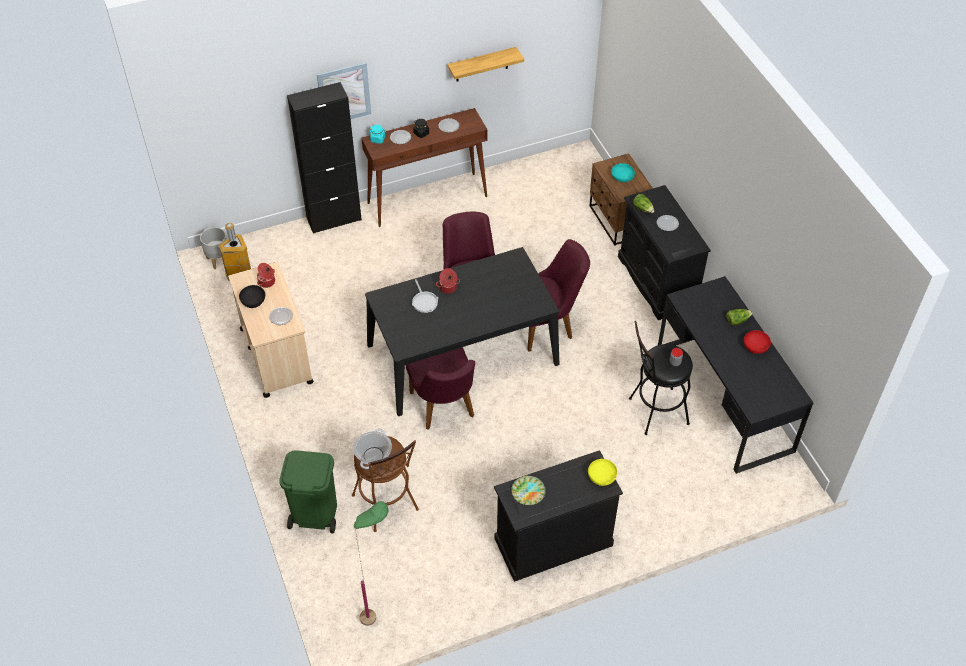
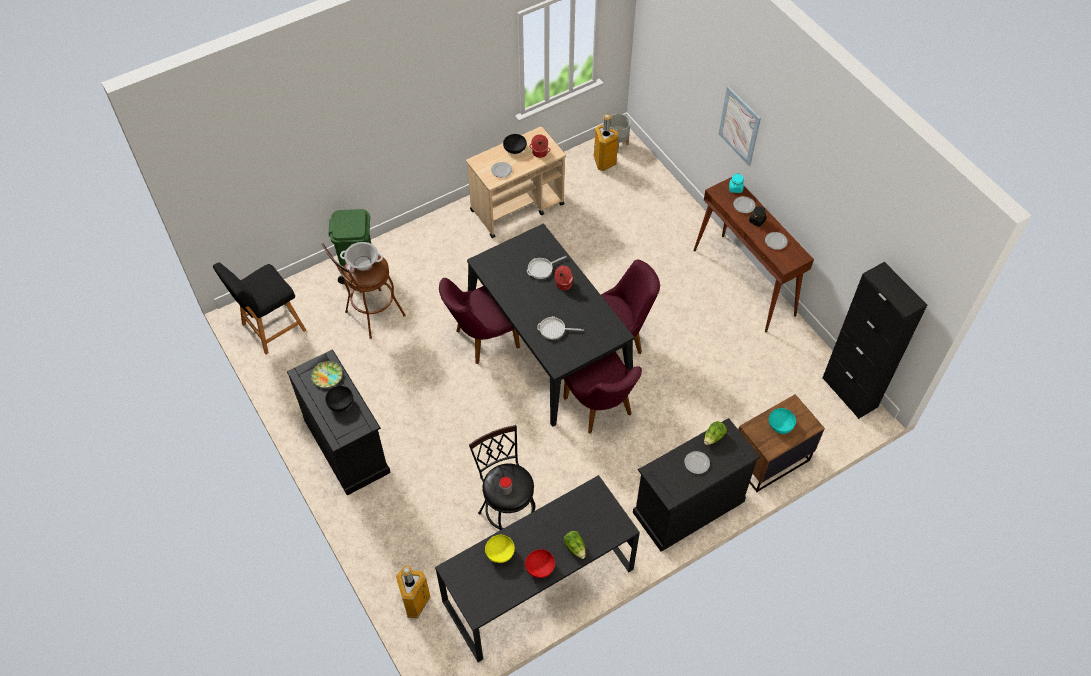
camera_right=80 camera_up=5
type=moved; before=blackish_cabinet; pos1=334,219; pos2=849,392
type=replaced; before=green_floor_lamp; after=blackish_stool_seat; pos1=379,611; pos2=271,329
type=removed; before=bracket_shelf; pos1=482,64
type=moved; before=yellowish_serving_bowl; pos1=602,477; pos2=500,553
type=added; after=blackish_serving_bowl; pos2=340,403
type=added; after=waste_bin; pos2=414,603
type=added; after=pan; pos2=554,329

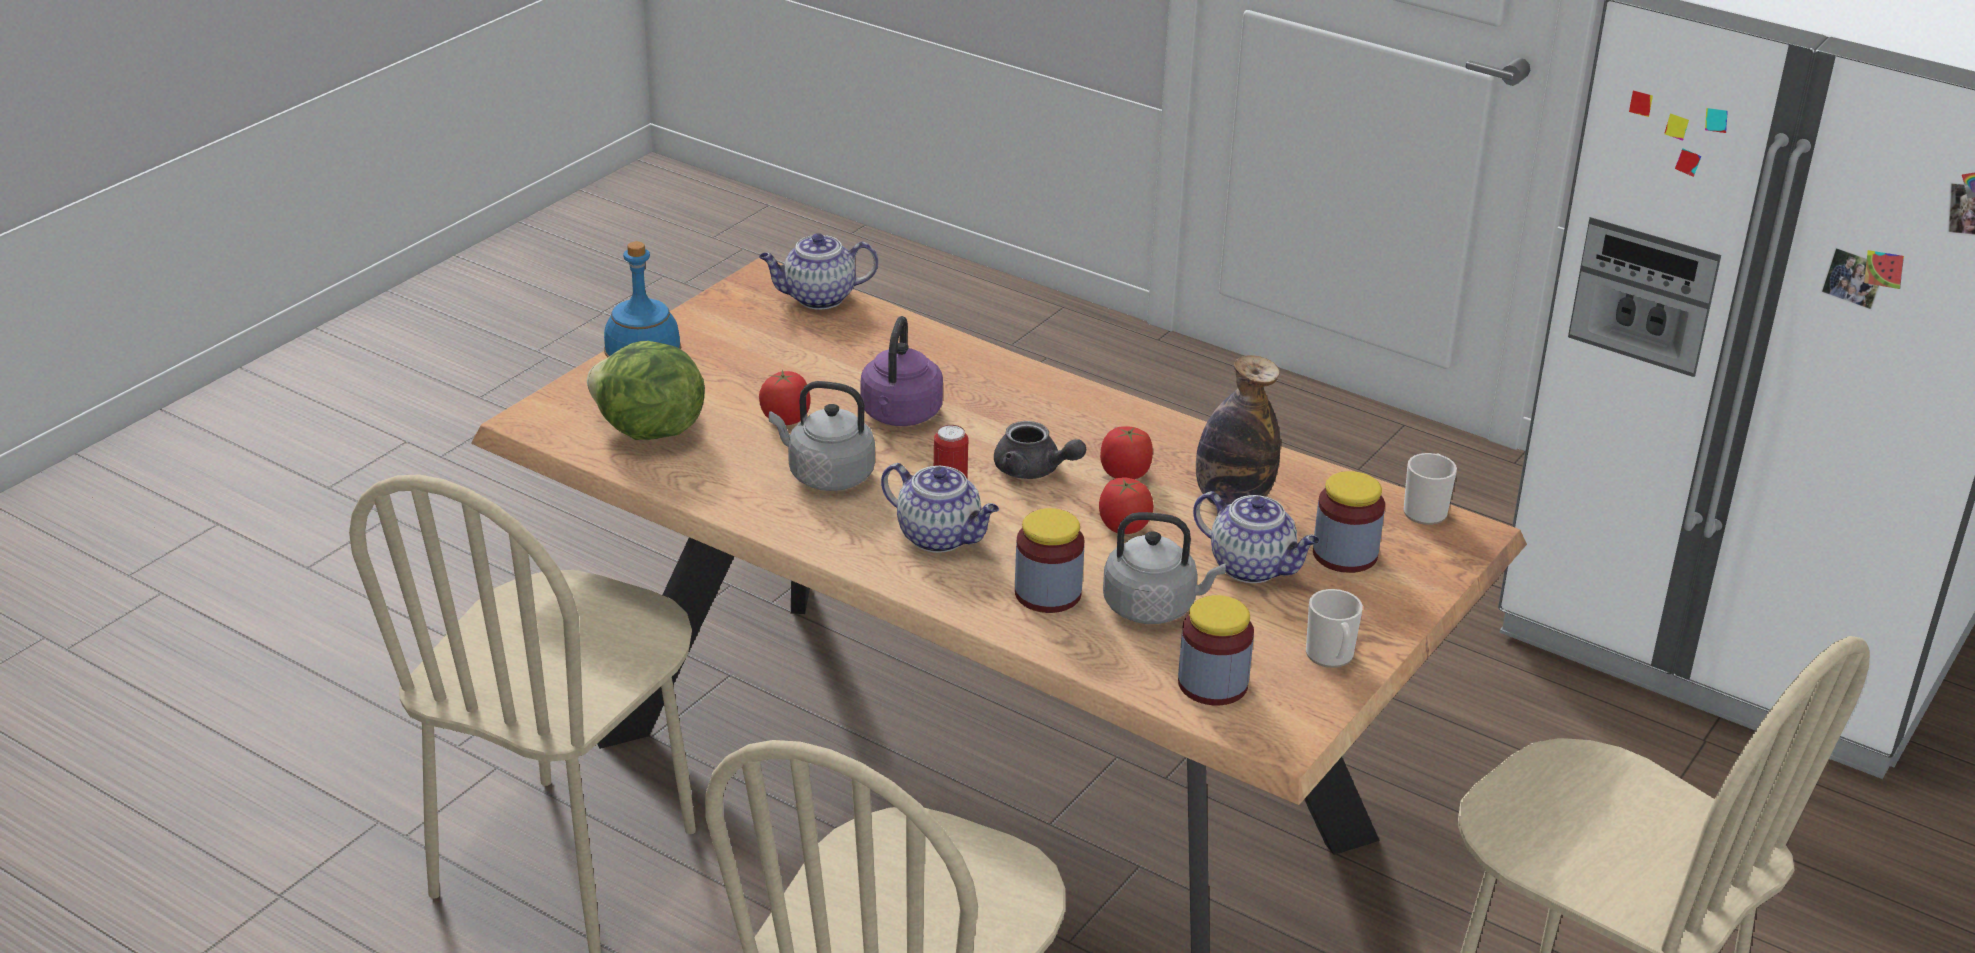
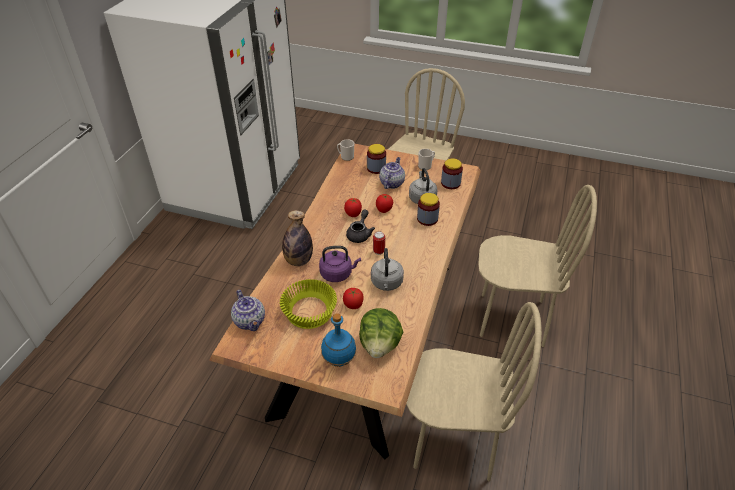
camera_right=-105 camera_up=10
type=removed; before=pot_for_tea; pos1=941,537
type=moved; before=bottle; pos1=1232,500; pos2=298,261
type=added; after=yellowish_serving_bowl; pos2=310,311

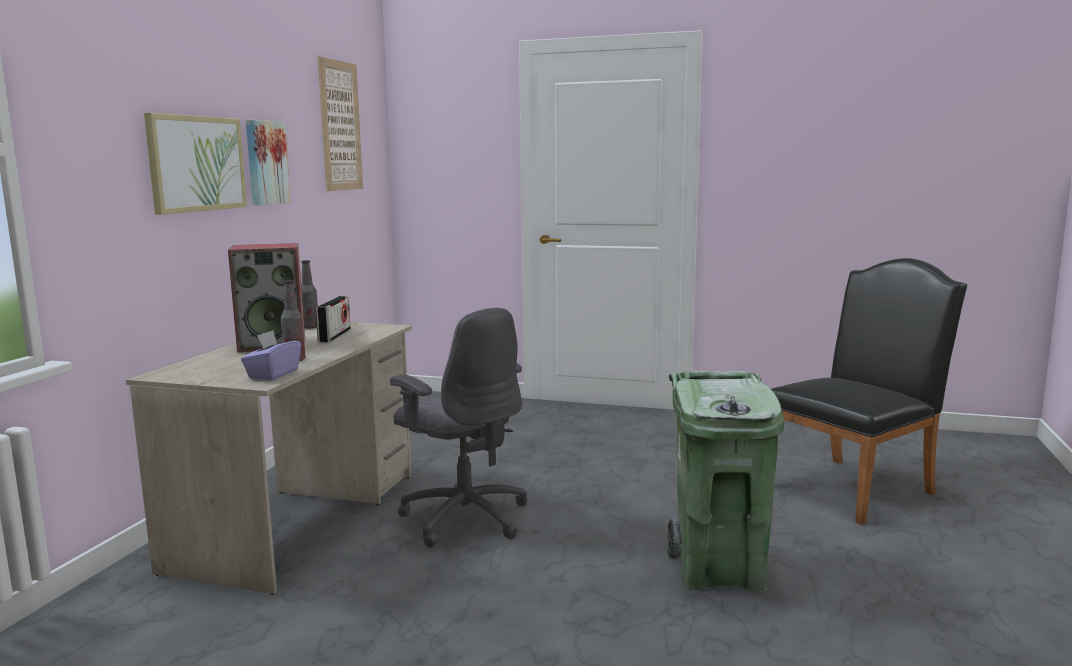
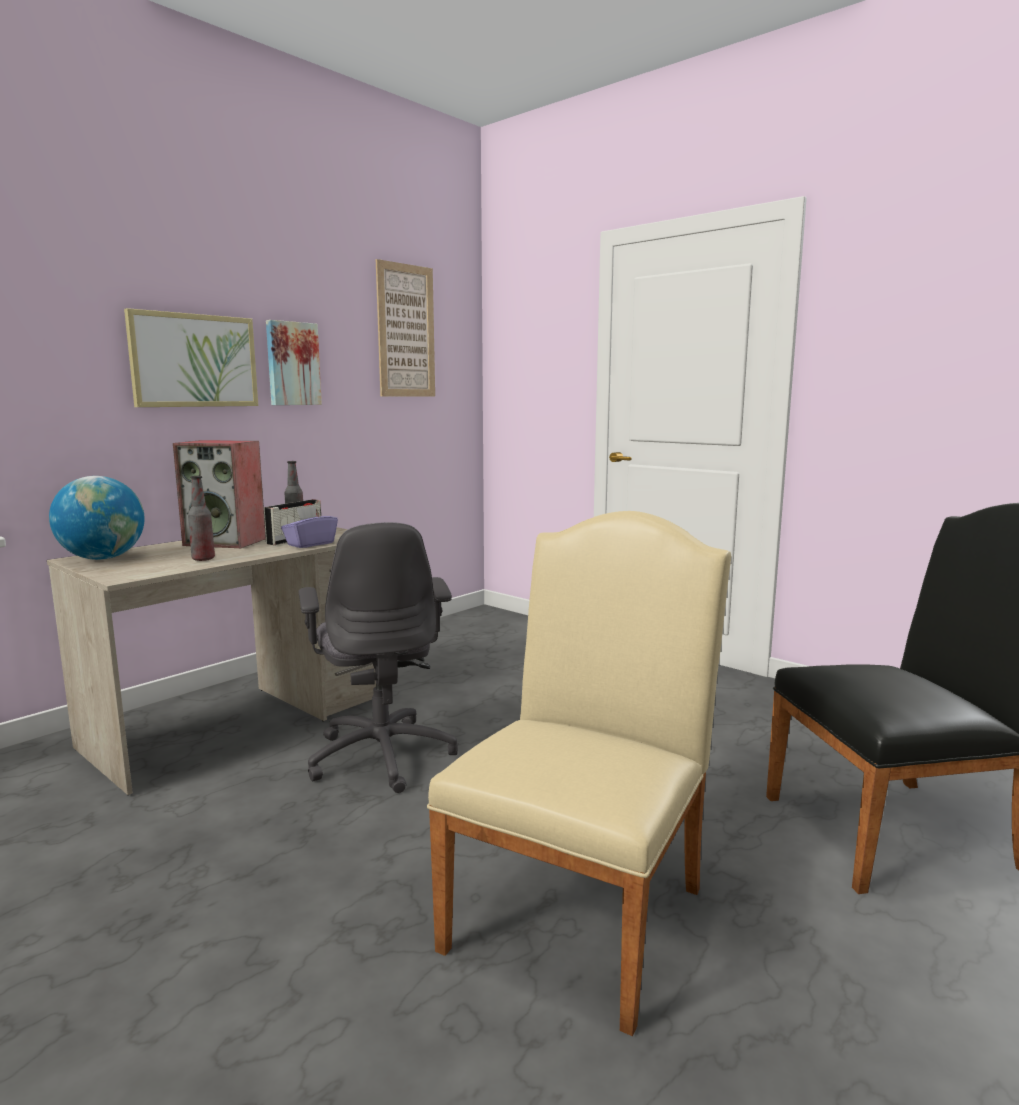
camera_right=25 camera_up=0
type=moved; before=purple-coloured_box_of_tissues; pos1=273,374; pos2=310,544
type=replaced; before=green_waste_bin; after=beige_upright_chair; pos1=720,571; pos2=584,906
type=added; after=globe; pos2=102,558

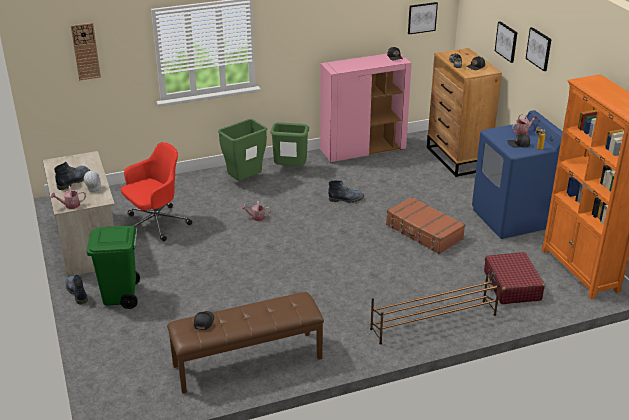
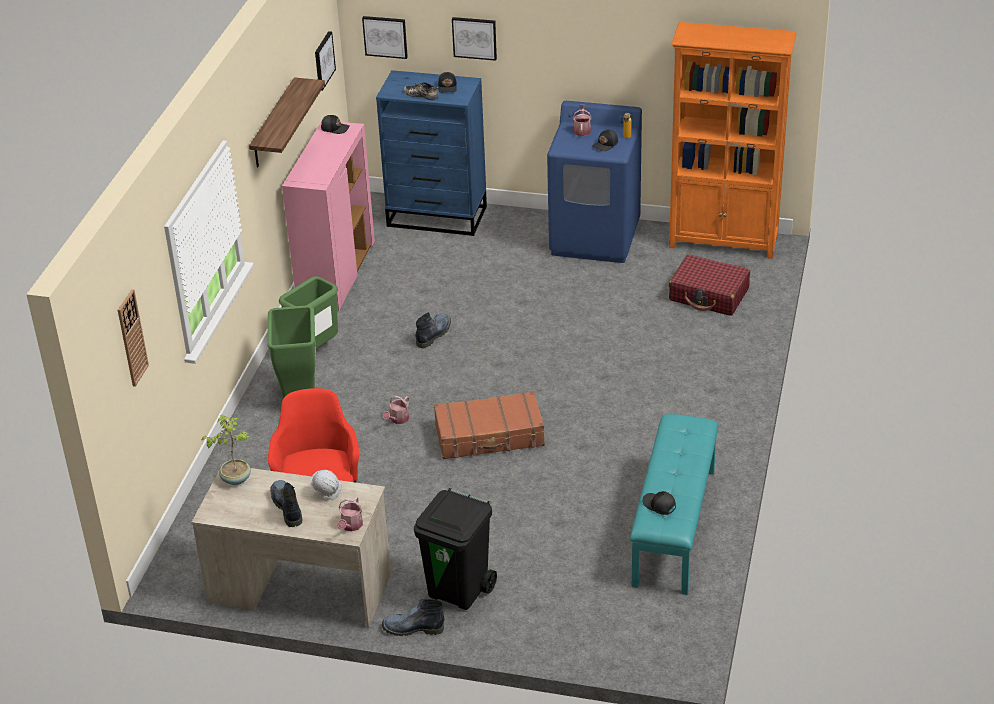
camera_right=-55 camera_up=5
type=recoloured; before=green_waste_bin; after=blackish_waste_bin; pos1=121,296; pos2=459,591
type=recoloured; before=brownish_indoor_bench; after=blue-green_indoor_bench; pos1=248,362; pos2=675,527
type=removed; before=brownish_shoe_rack; pos1=433,322
type=moved; before=brownish_piece_of_luggage; pos1=424,232; pos2=490,436
type=recoloured; before=brownish_chest_of_drawers; after=bluish_chest_of_drawers; pos1=457,159; pos2=438,217
type=moved; before=wall_art; pos1=539,49; pos2=385,36
type=added; after=potted_plant; pos2=235,479
type=added; after=bracket_shelf; pos2=273,124

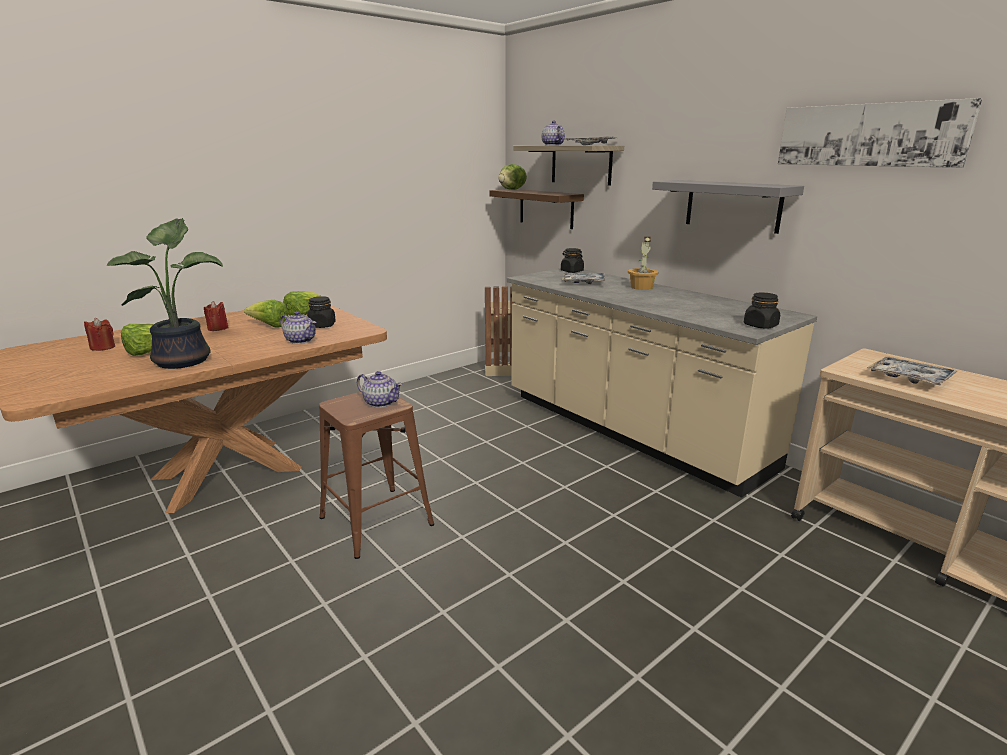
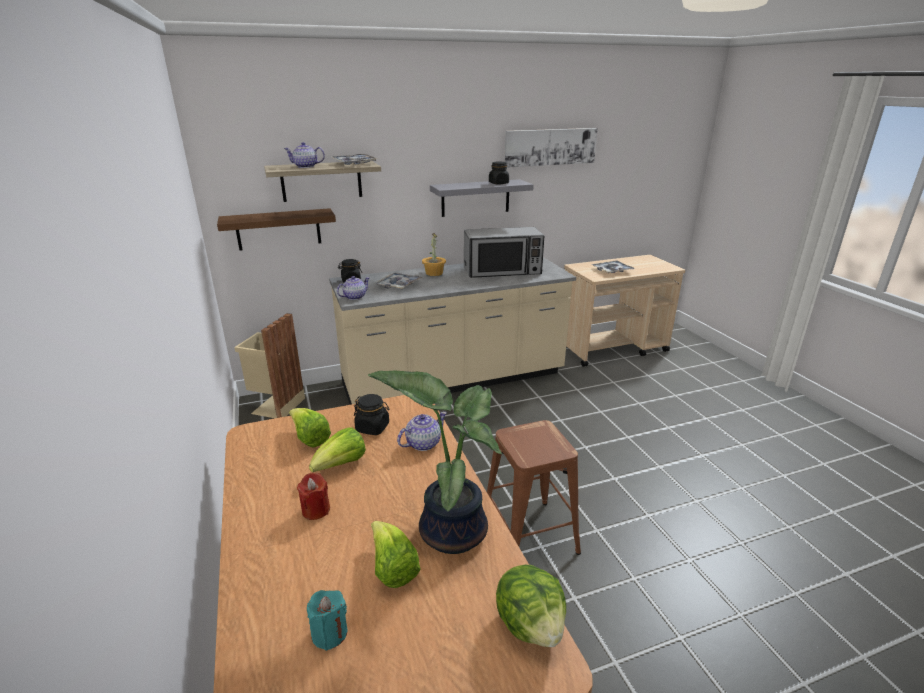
camera_right=-70 camera_up=5
type=recoloured; before=reddish_wax_light; after=blue-green_wax_light; pos1=103,347; pos2=329,633
type=moved; before=pot_for_tea; pos1=380,402; pos2=354,297
type=moved; before=lettuce_head; pos1=512,189; pos2=531,624
type=moved; before=blackish_preserve_jar; pos1=760,326; pos2=498,183
type=added; after=microwave; pos2=502,271

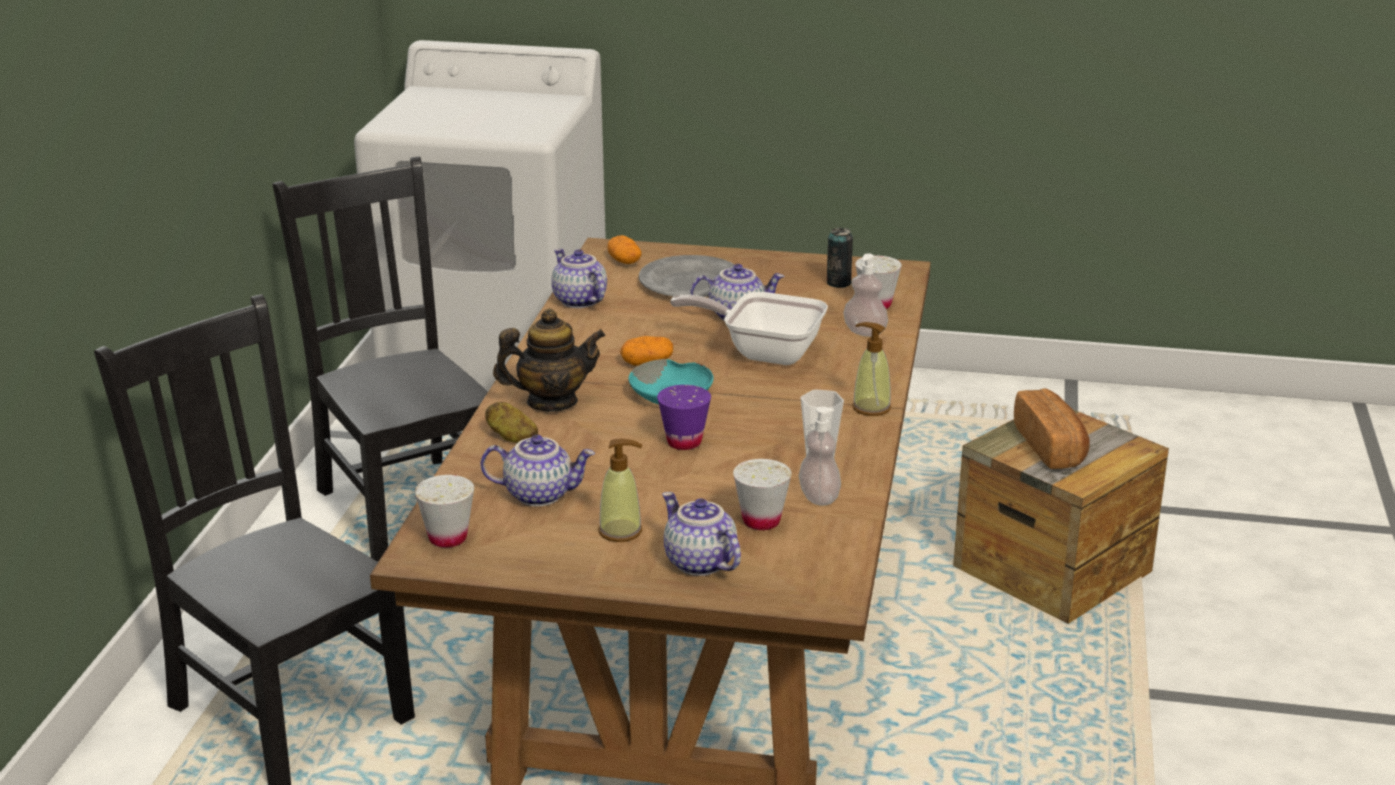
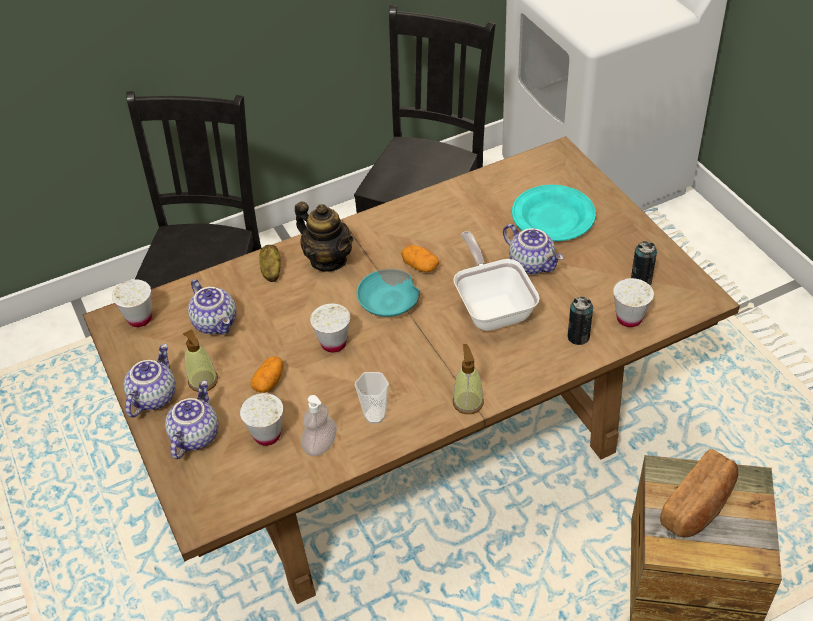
camera_right=55 camera_up=20
type=moved; before=pot_for_tea; pos1=578,301; pos2=153,396
type=moved; before=potato; pos1=624,261; pos2=269,382
type=recoloured; before=gray_dinner_plate; after=blue-green_dinner_plate; pos1=690,283; pos2=553,217
type=recoloured; before=purple-coloured_cup; after=white-coloured_cup; pos1=684,442; pos2=333,343
type=replaced; before=soap_dispenser; after=can; pos1=865,332; pos2=578,337

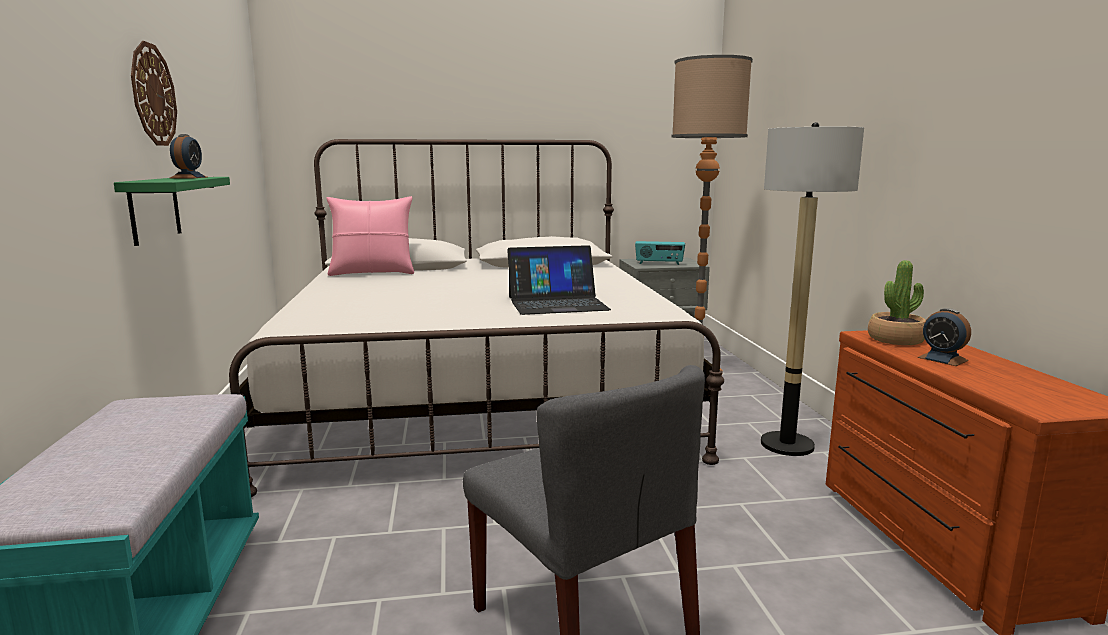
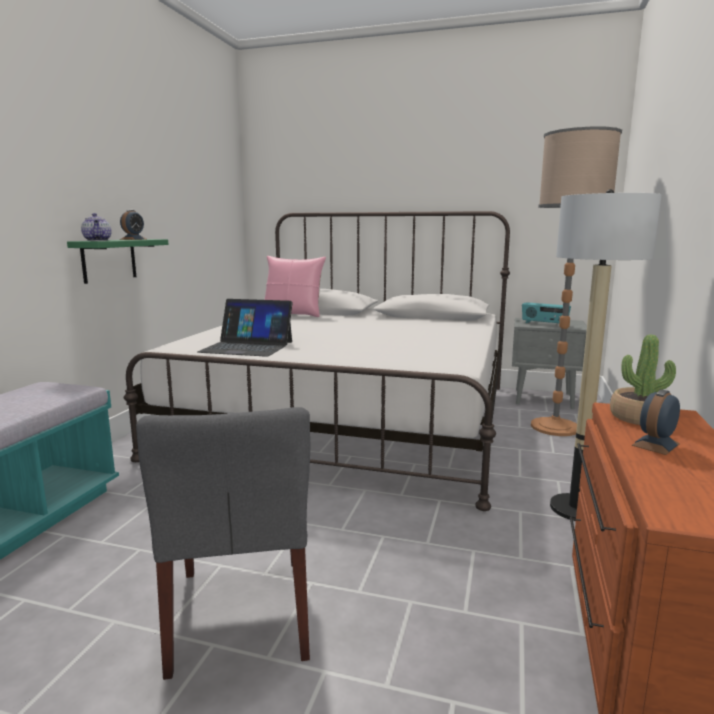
camera_right=25 camera_up=0
type=removed; before=hanging_clock; pos1=153,95
type=moved; before=notebook_computer; pos1=557,303; pos2=247,347
type=turned; before=bedside_clock; pos1=942,359; pos2=655,444; turn=60
type=added; after=pot_for_tea; pos2=98,240

